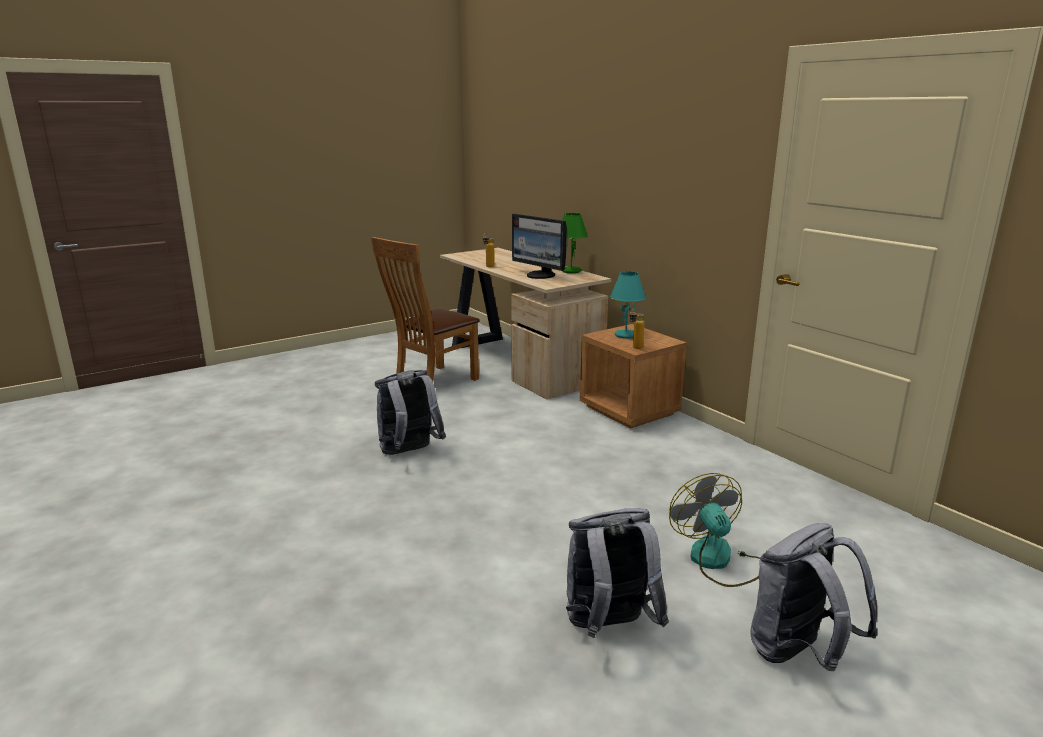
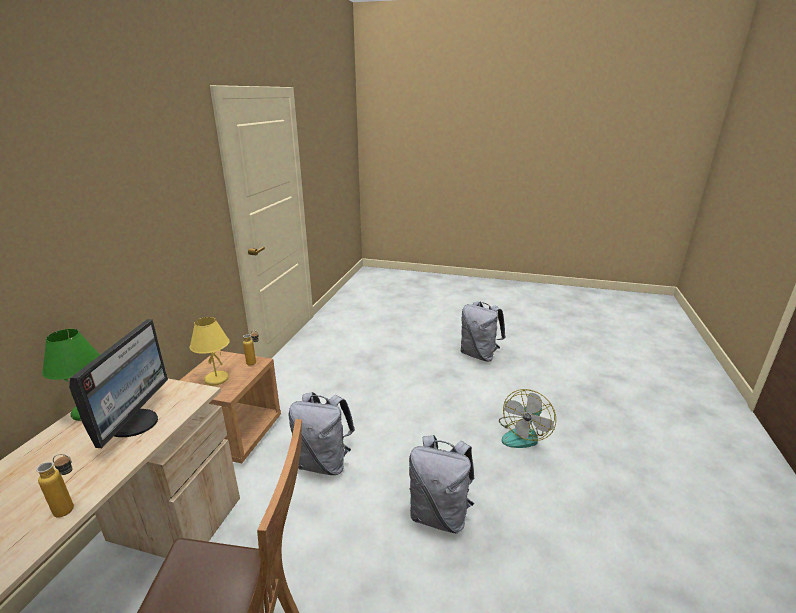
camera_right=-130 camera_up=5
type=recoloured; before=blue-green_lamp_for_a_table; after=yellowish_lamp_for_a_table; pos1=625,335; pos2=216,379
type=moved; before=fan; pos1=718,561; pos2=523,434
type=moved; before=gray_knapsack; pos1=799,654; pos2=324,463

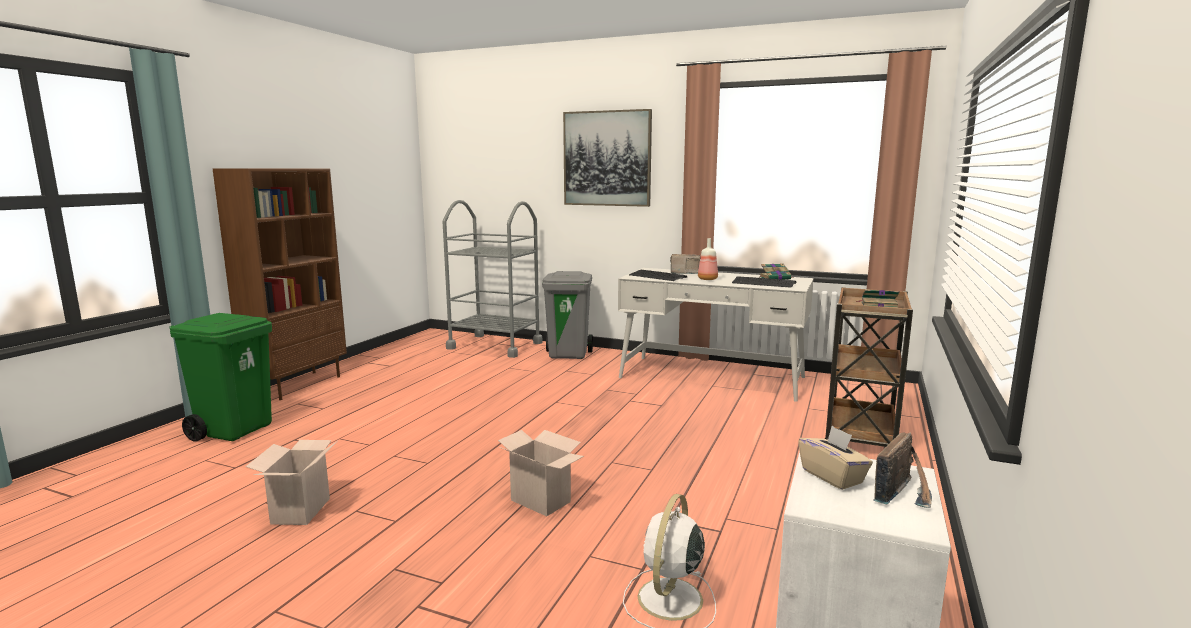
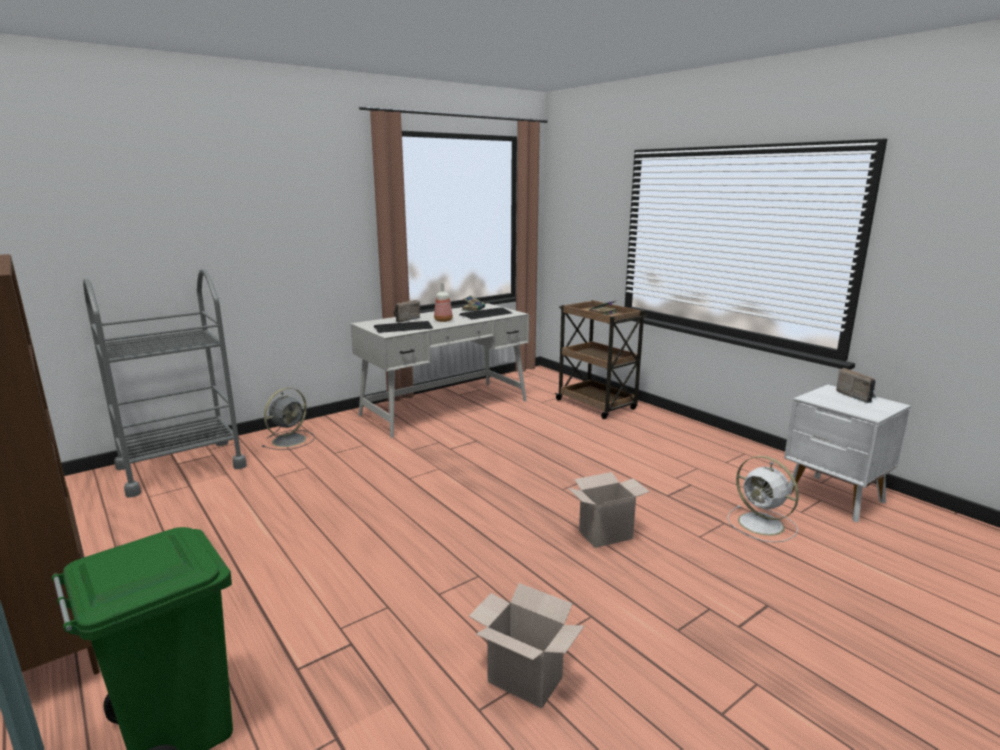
camera_right=-60 camera_up=5
type=replaced; before=gray_waste_bin; after=gray_fan; pos1=569,354; pos2=290,440
type=removed; before=wall_art; pos1=607,158
type=removed; before=beige_box_of_tissues; pos1=832,476

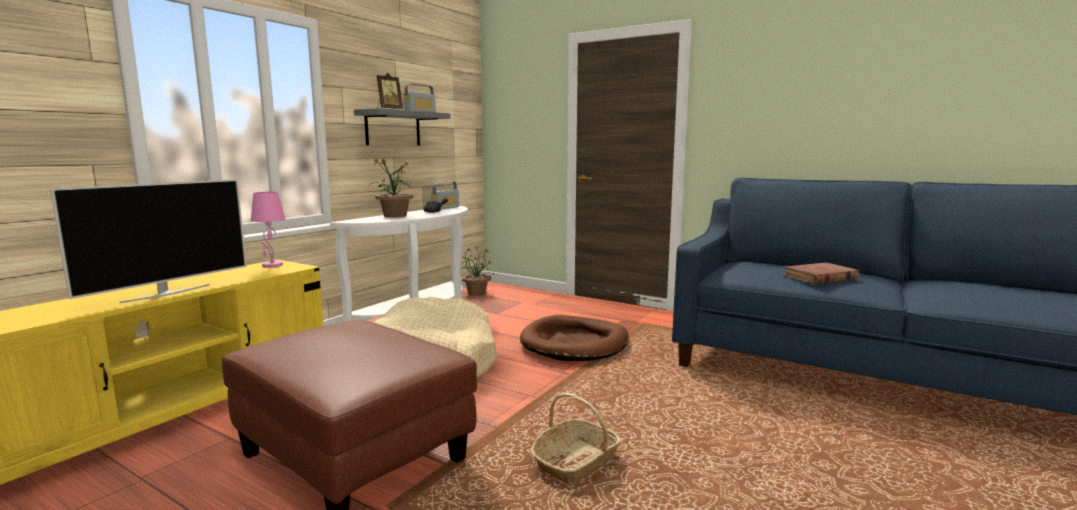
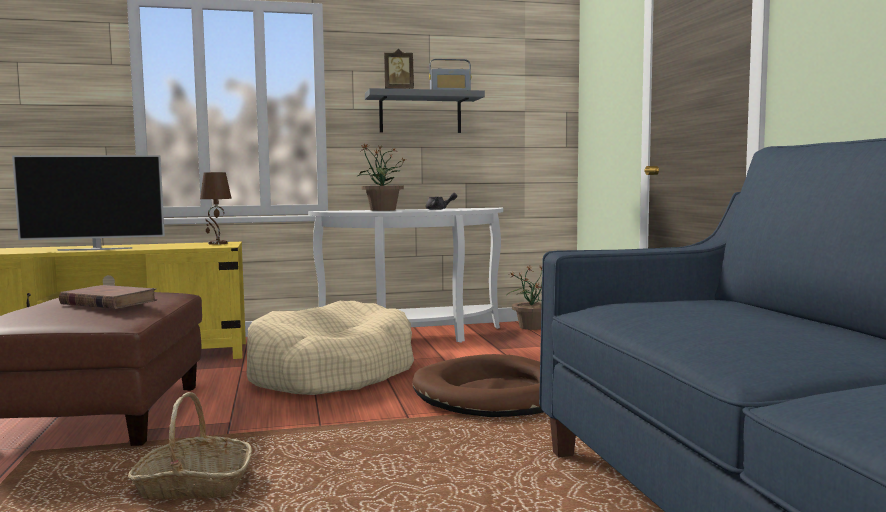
camera_right=45 camera_up=-5
type=recoloured; before=pink_lamp_for_a_table; after=brownish_lamp_for_a_table; pos1=272,265; pos2=217,243
type=removed; before=radio_set; pos1=445,208
type=moved; before=brownish_volume; pos1=820,277; pos2=108,302

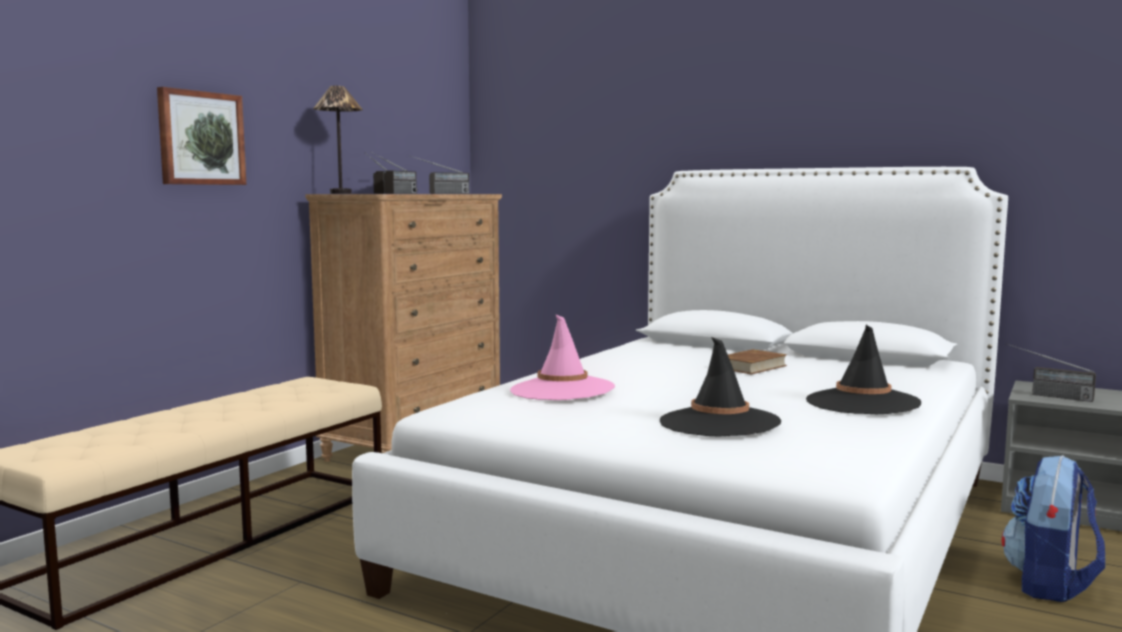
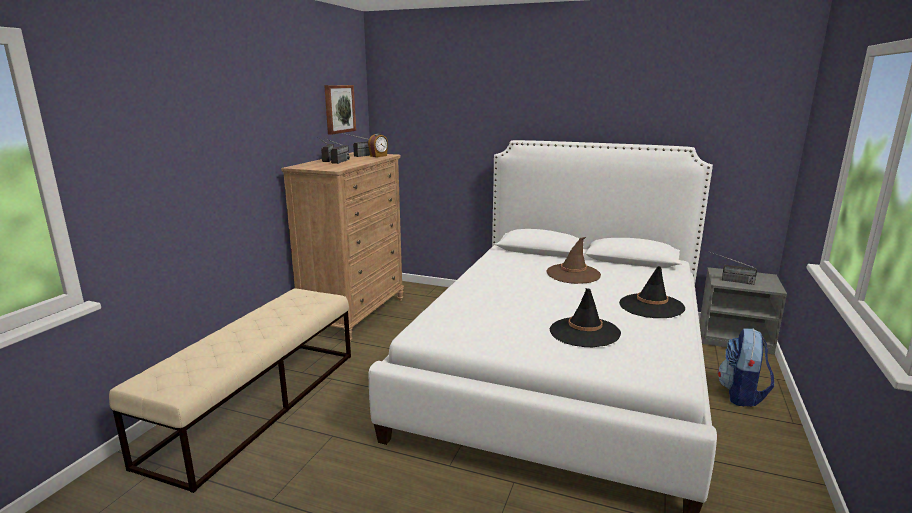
camera_right=-10 camera_up=10
type=moved; before=wall_art; pos1=200,138; pos2=339,109
type=removed; before=lamp_for_a_table; pos1=341,193
type=removed; before=pink_clothing_hat; pos1=562,390
type=replaced; before=brownish_volume; after=brownish_clothing_hat; pos1=750,367; pos2=573,274
type=added; after=bedside_clock; pos2=378,156

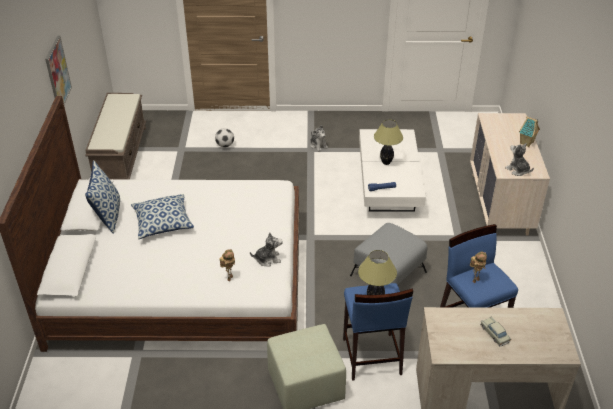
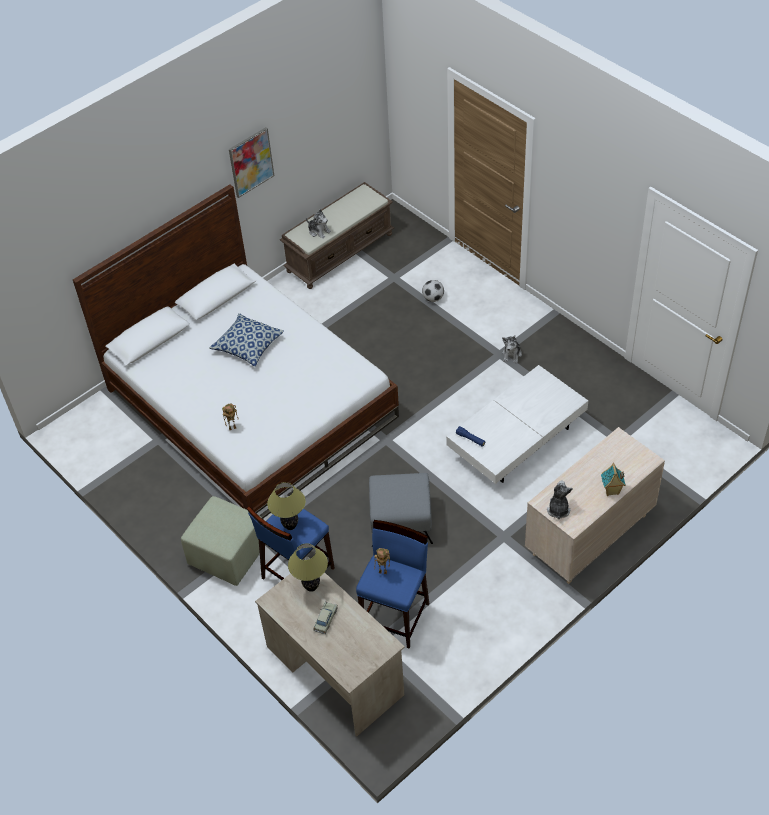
camera_right=50 camera_up=10
type=removed; before=pillow; pos1=107,216
type=moved; before=plush_toy; pos1=267,259; pos2=319,231
type=moved; before=lamp_for_a_table; pos1=386,162; pos2=311,587

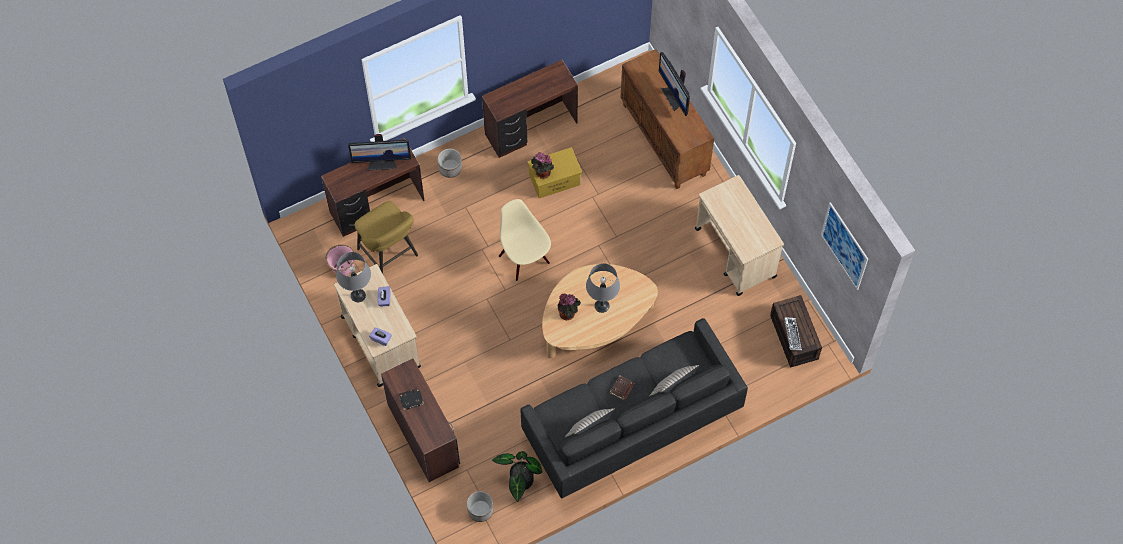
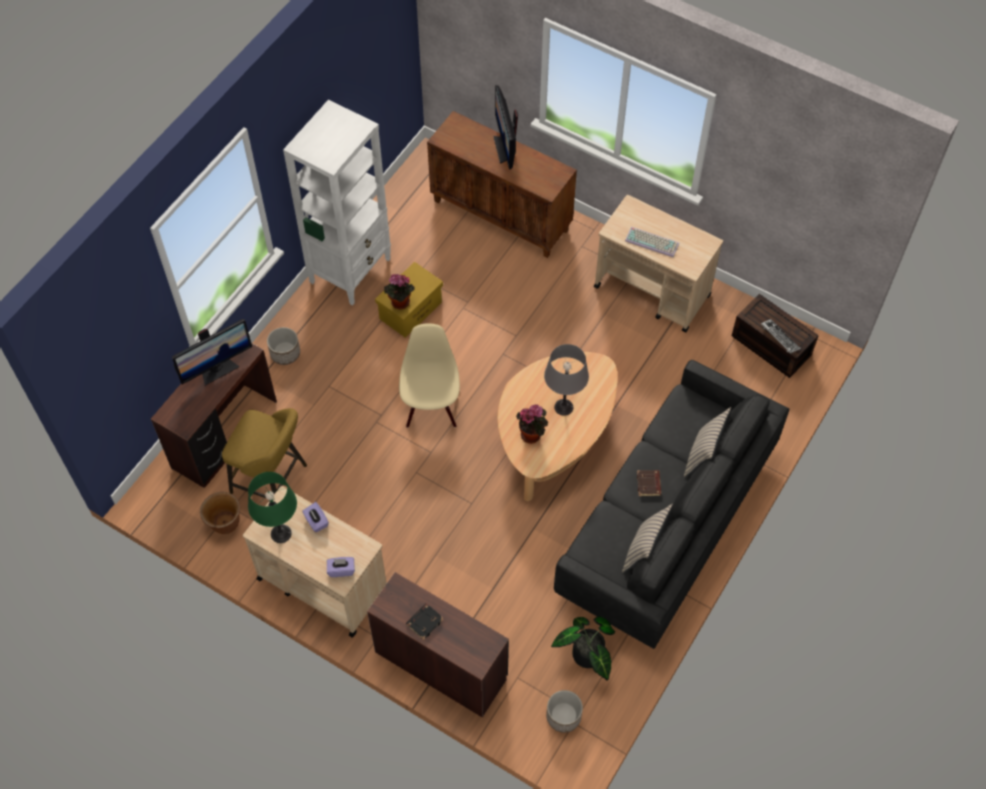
camera_right=-30 camera_up=-5
type=recoloured; before=pink_flower_pot; after=brownish_flower_pot; pos1=342,268; pos2=225,523
type=recoloured; before=gray_lamp_for_a_table; after=green_lamp_for_a_table; pos1=358,295; pos2=281,534
type=replaced; before=brownish_desk; after=white-coloured_shelving_unit; pos1=531,129; pos2=351,270
type=turned; before=beige_upright_chair; pos1=524,259; pos2=431,408; turn=60
type=turned; before=monitor; pos1=674,97; pos2=505,148; turn=45
type=removed; before=wall_art; pos1=844,246
type=added; after=keyboard; pos2=653,242

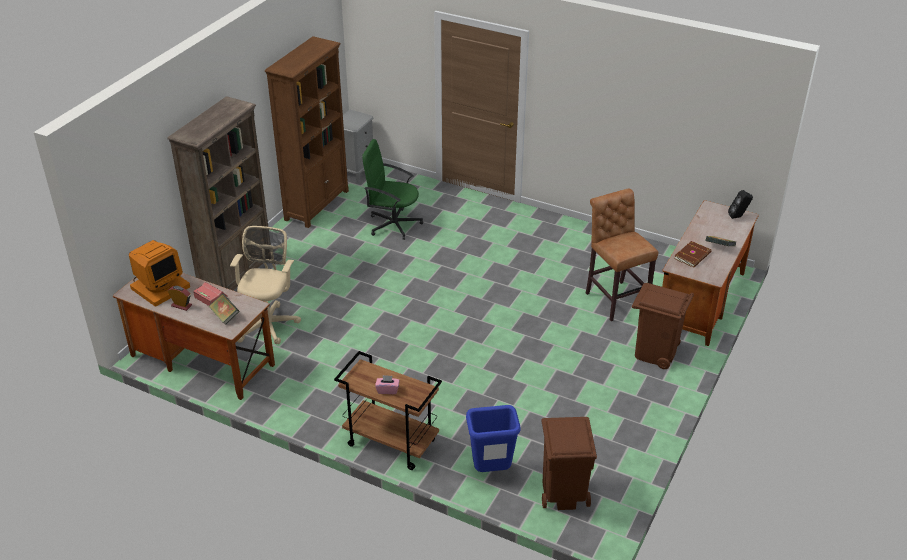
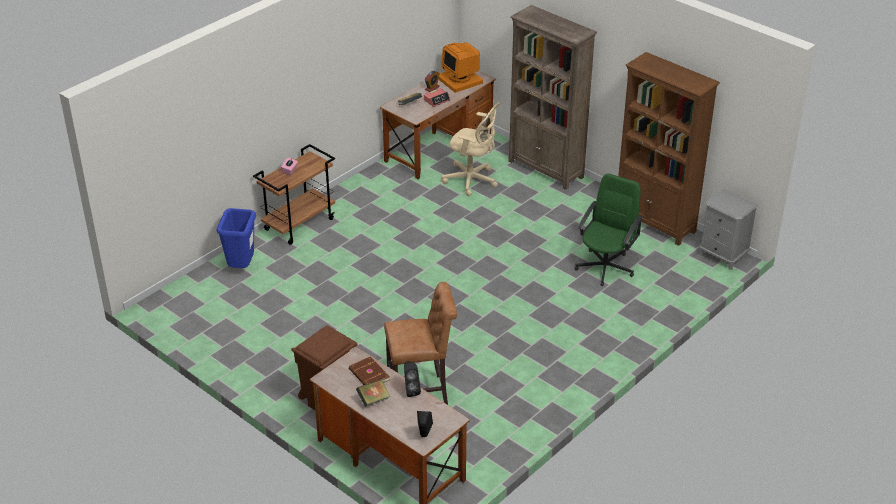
camera_right=105 camera_up=0
type=removed; before=brownish_waste_bin; pos1=563,493
type=added; after=blackish_audio_speaker; pos2=410,390

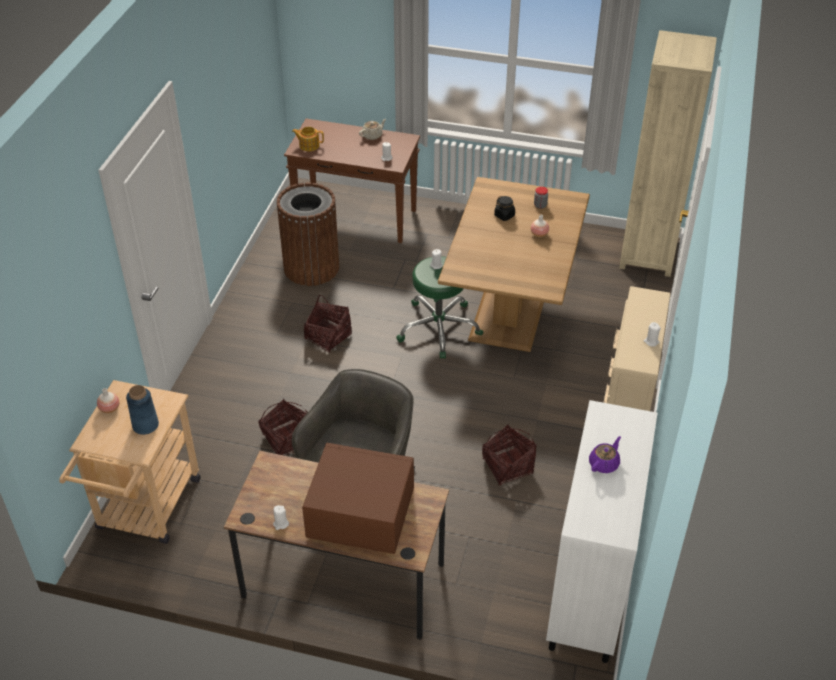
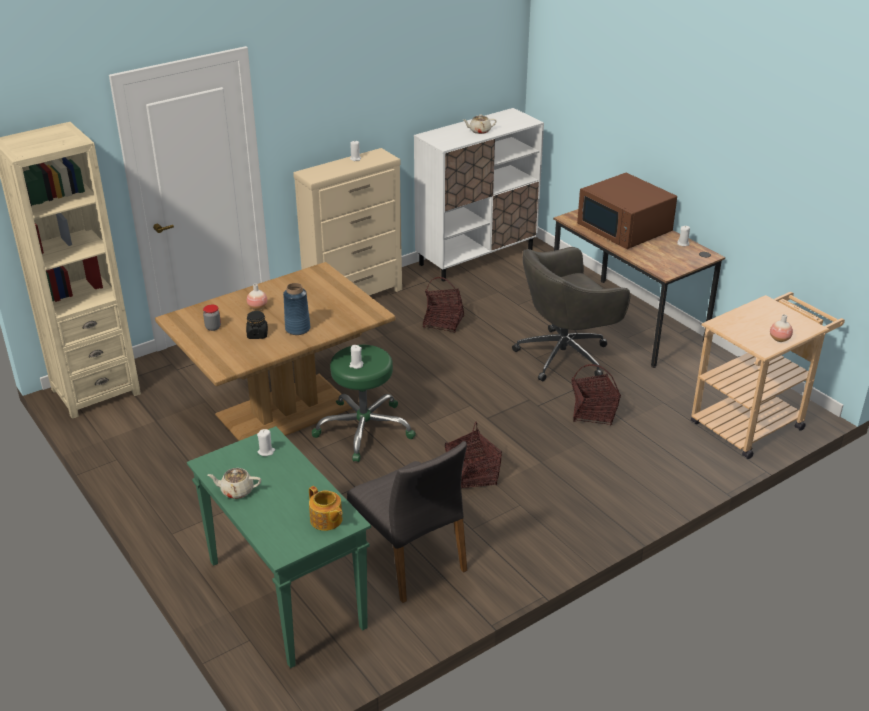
camera_right=-140 camera_up=-10
type=moved; before=bluish_flower_vase; pos1=146,425; pos2=297,329
type=replaced; before=brownish_waste_bin; after=gray_upright_chair; pos1=311,267; pos2=409,559
type=recoloured; before=brownish_console_table; after=green_console_table; pos1=357,218; pos2=284,594
type=recoloured; before=purple-coloured_pot_for_tea; after=beige_pot_for_tea; pos1=604,464; pos2=479,131

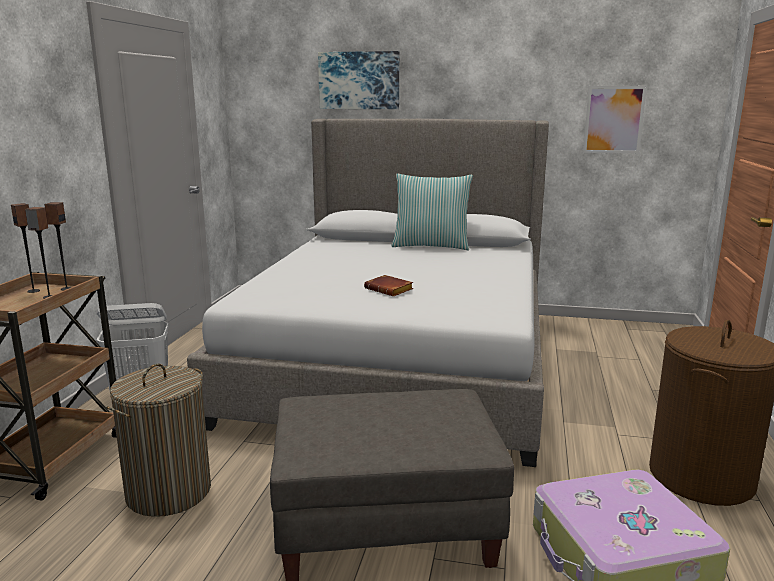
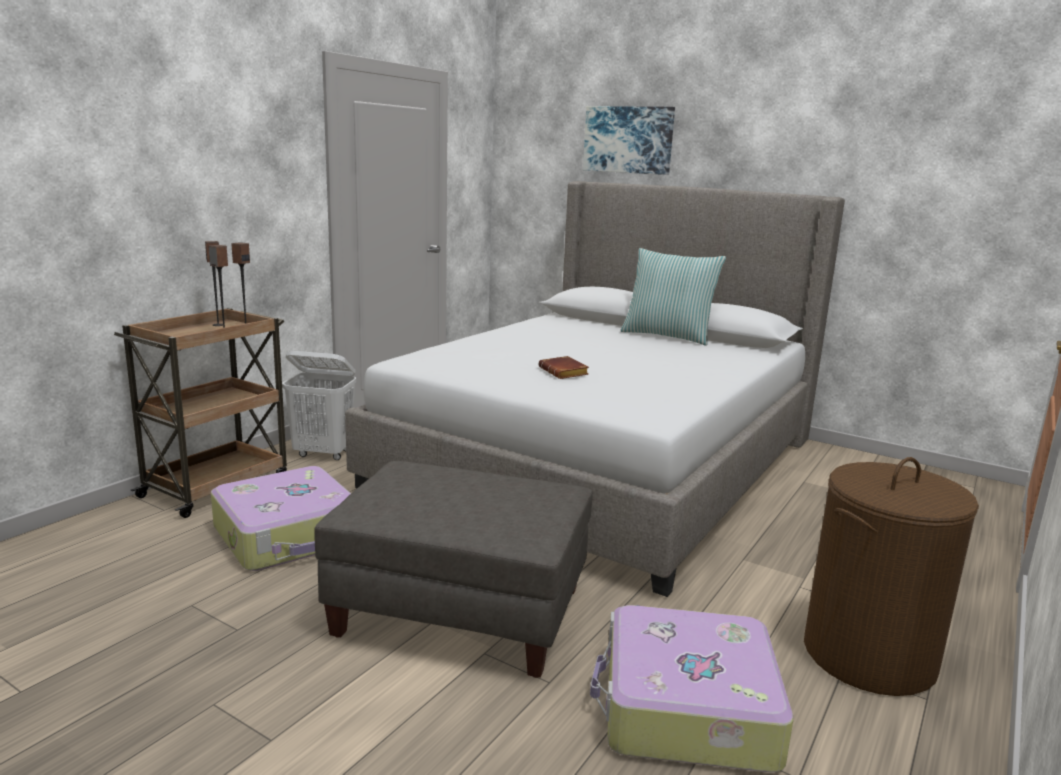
camera_right=20 camera_up=0
type=replaced; before=laundry_basket; after=piece_of_luggage; pos1=169,492; pos2=289,535
type=removed; before=wall_art; pos1=614,119

